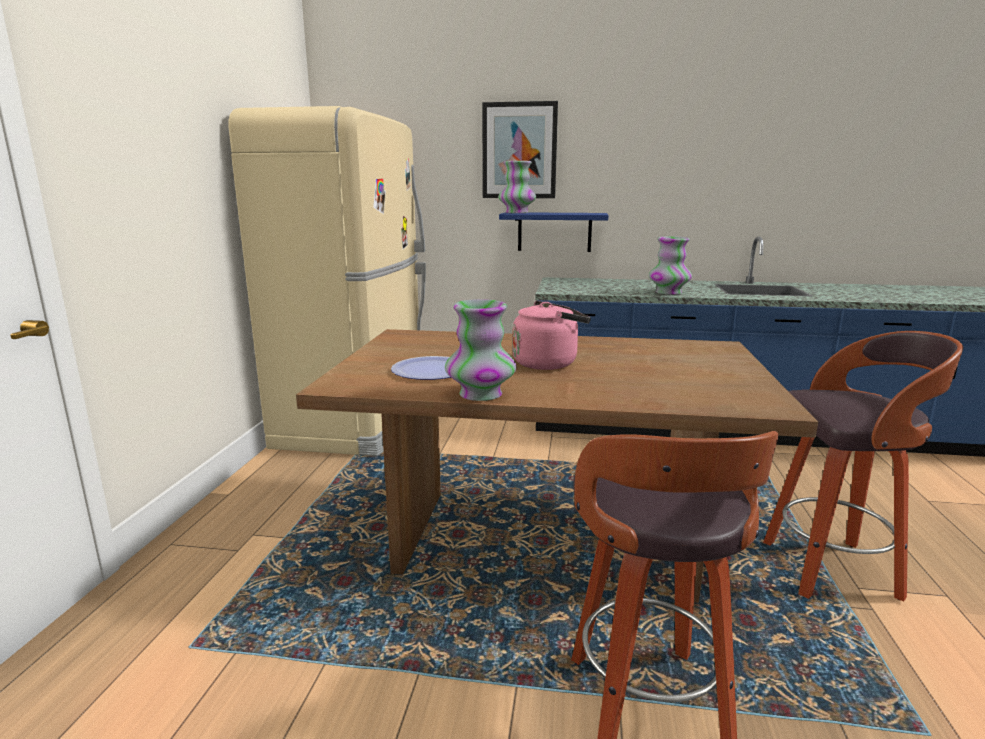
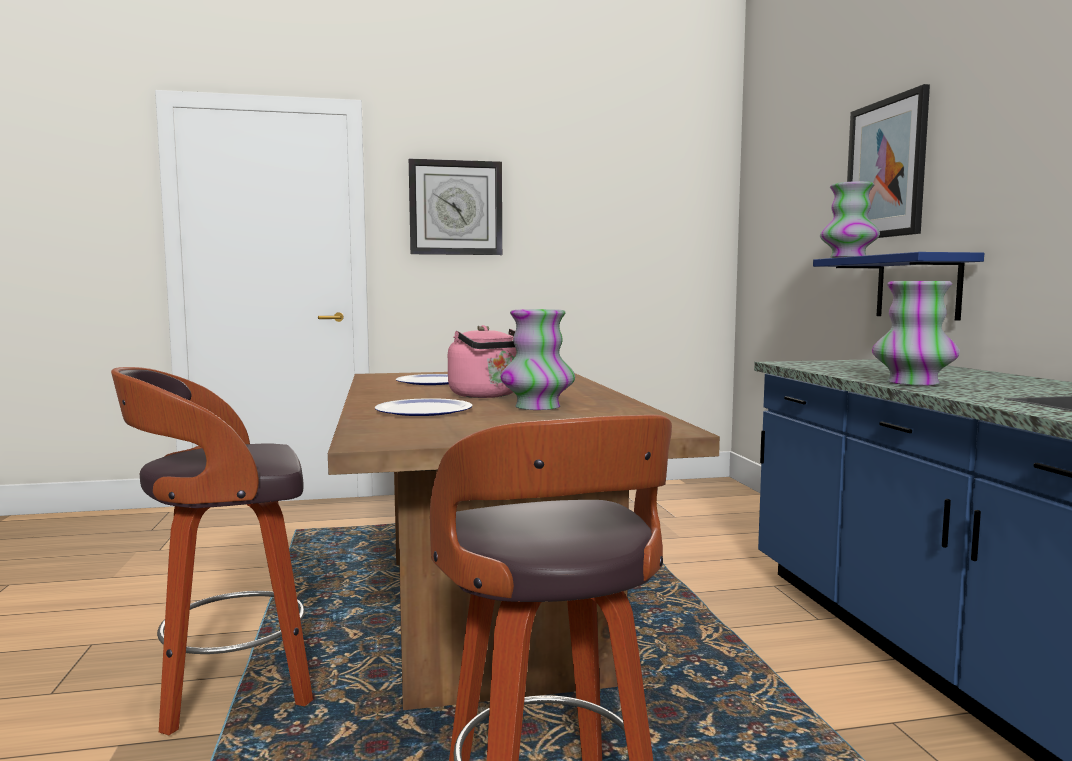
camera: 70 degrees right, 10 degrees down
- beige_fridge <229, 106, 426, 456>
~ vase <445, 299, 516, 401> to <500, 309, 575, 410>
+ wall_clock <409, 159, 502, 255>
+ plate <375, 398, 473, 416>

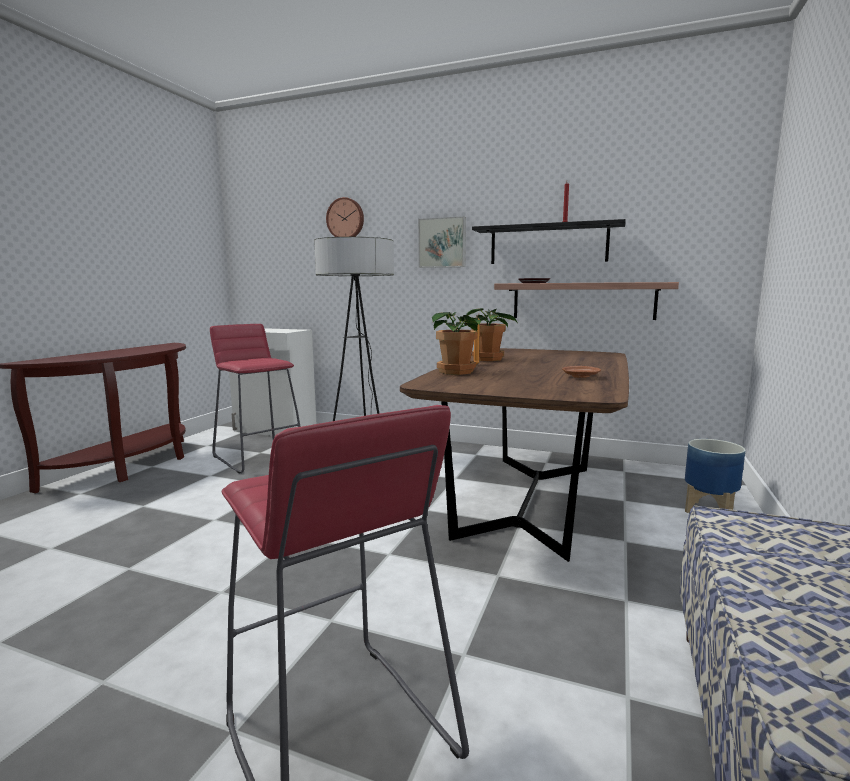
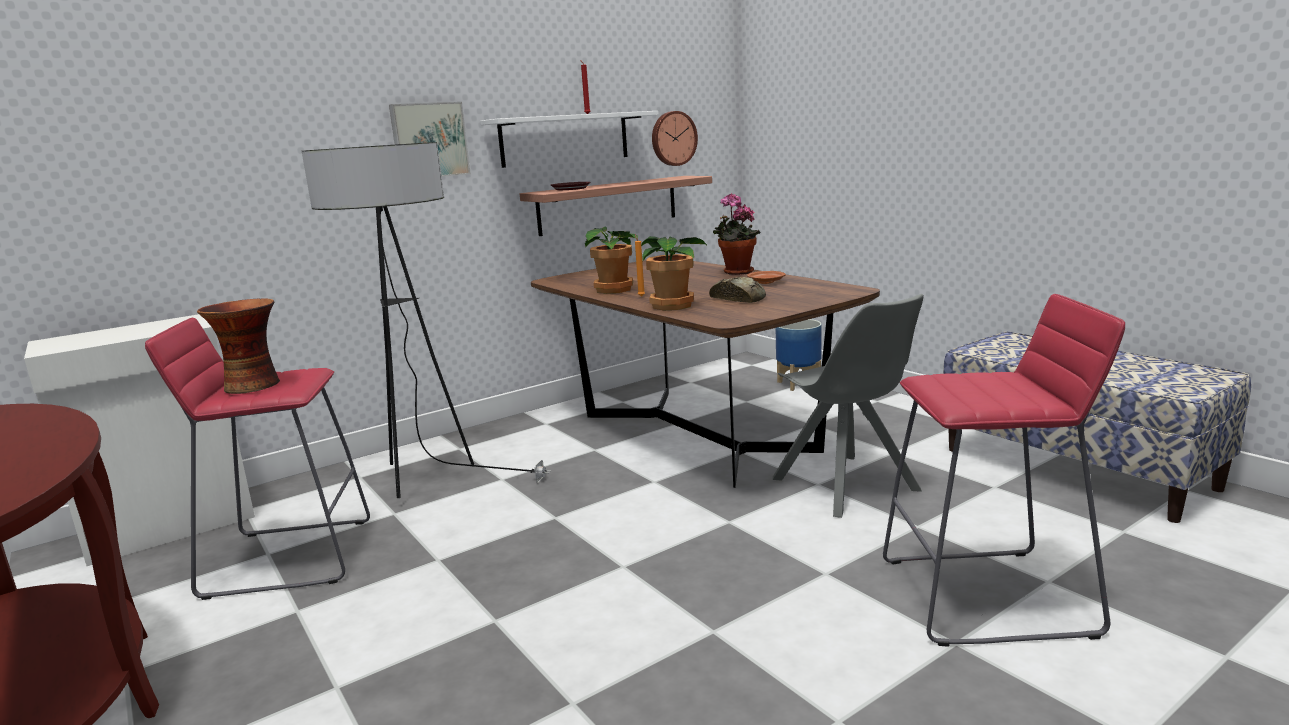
camera: 55 degrees left, 5 degrees up
~ wall_clock <326, 197, 364, 237> to <652, 111, 698, 166>
~ black_shelf <472, 219, 626, 264> to white_shelf <481, 111, 659, 168>
+ potted_plant <713, 193, 761, 275>
+ bread <709, 277, 766, 303>
+ grey_chair <773, 294, 924, 518>
+ vase <197, 298, 280, 394>

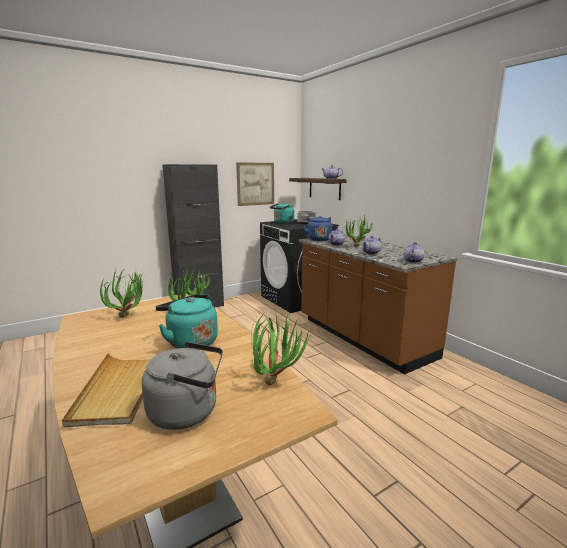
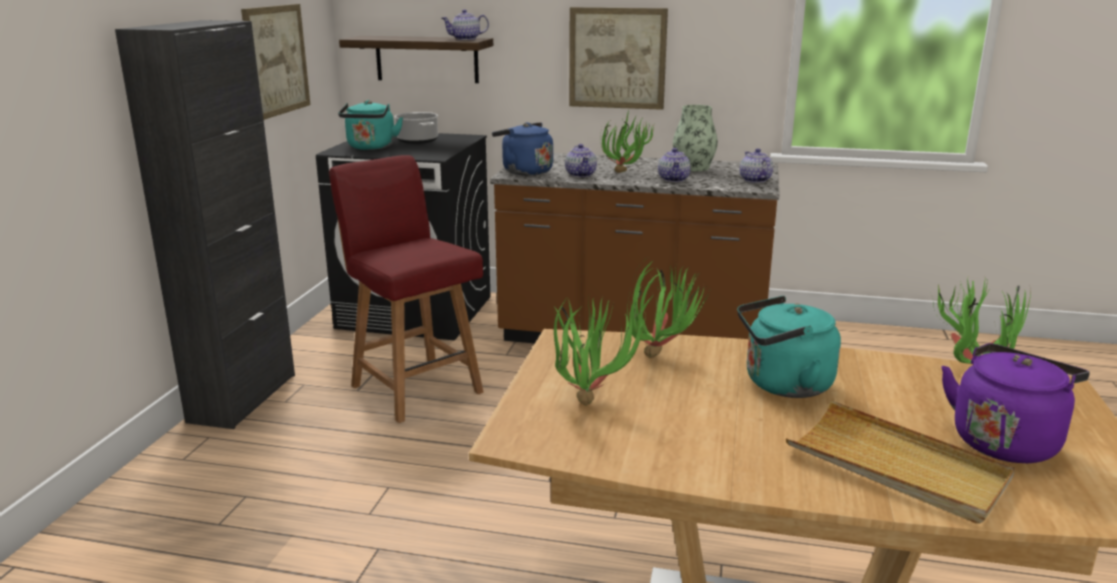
camera: 45 degrees left, 5 degrees up
~ grey_kettle <142, 342, 223, 430> to purple_kettle <941, 343, 1090, 463>
+ picture <569, 7, 668, 110>
+ vase <673, 105, 718, 171>
+ red_chair <329, 155, 483, 423>

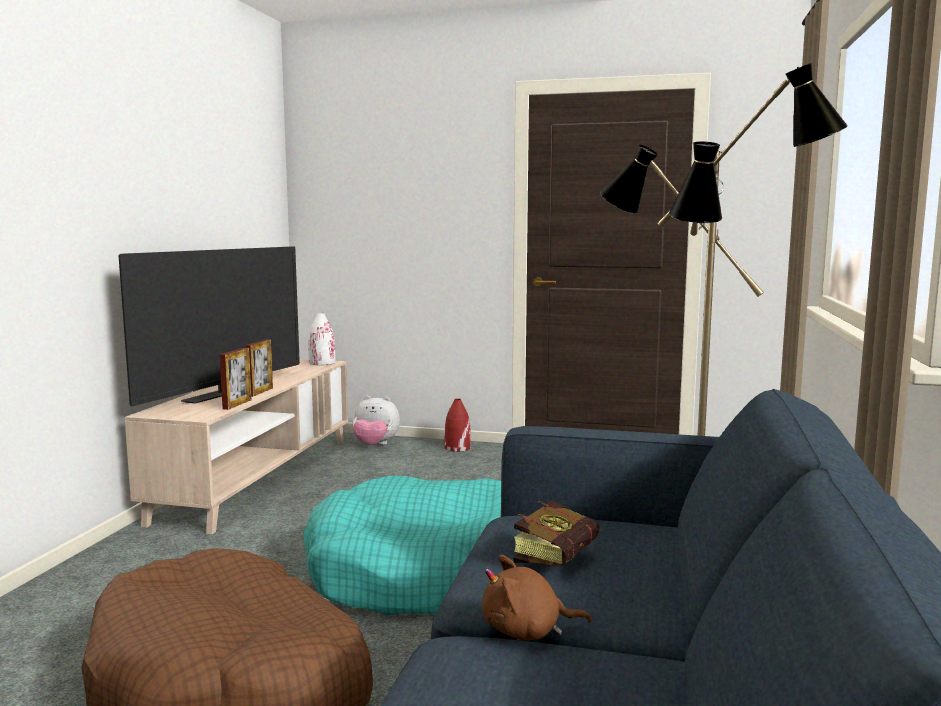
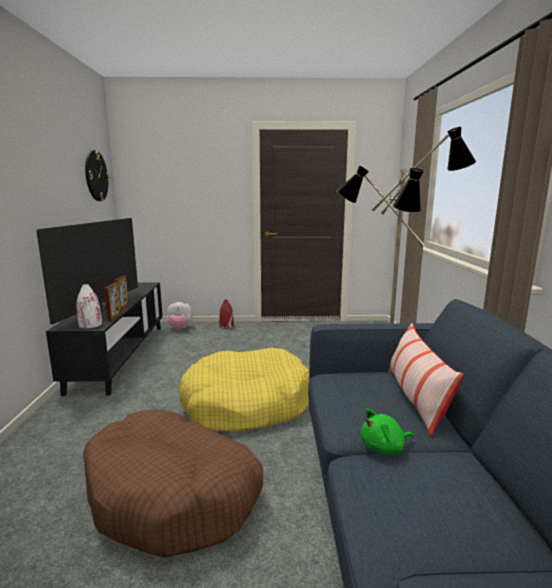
camera: 15 degrees left, 5 degrees up
~ white_vase <308, 313, 335, 365> to <76, 284, 102, 328>
~ beige_tv_stand <124, 359, 348, 535> to black_tv_stand <46, 282, 163, 396>
~ turquoise_dog_bed <303, 476, 501, 616> to yellow_dog_bed <178, 348, 309, 433>
- book <513, 500, 599, 567>
~ brown_plush_toy <482, 555, 591, 641> to green_plush_toy <360, 409, 414, 455>
+ wall_clock <85, 150, 110, 201>
+ pillow <389, 323, 464, 437>

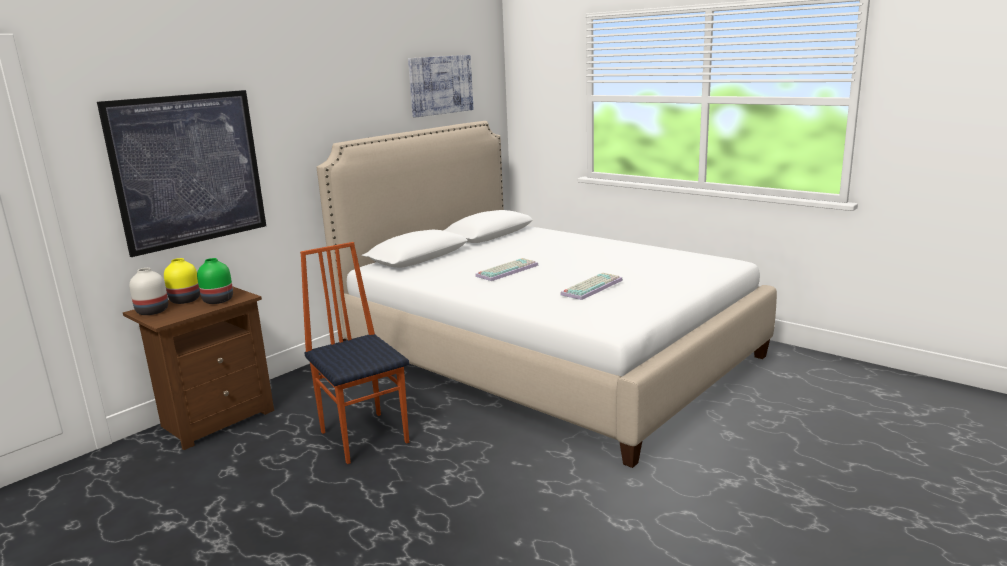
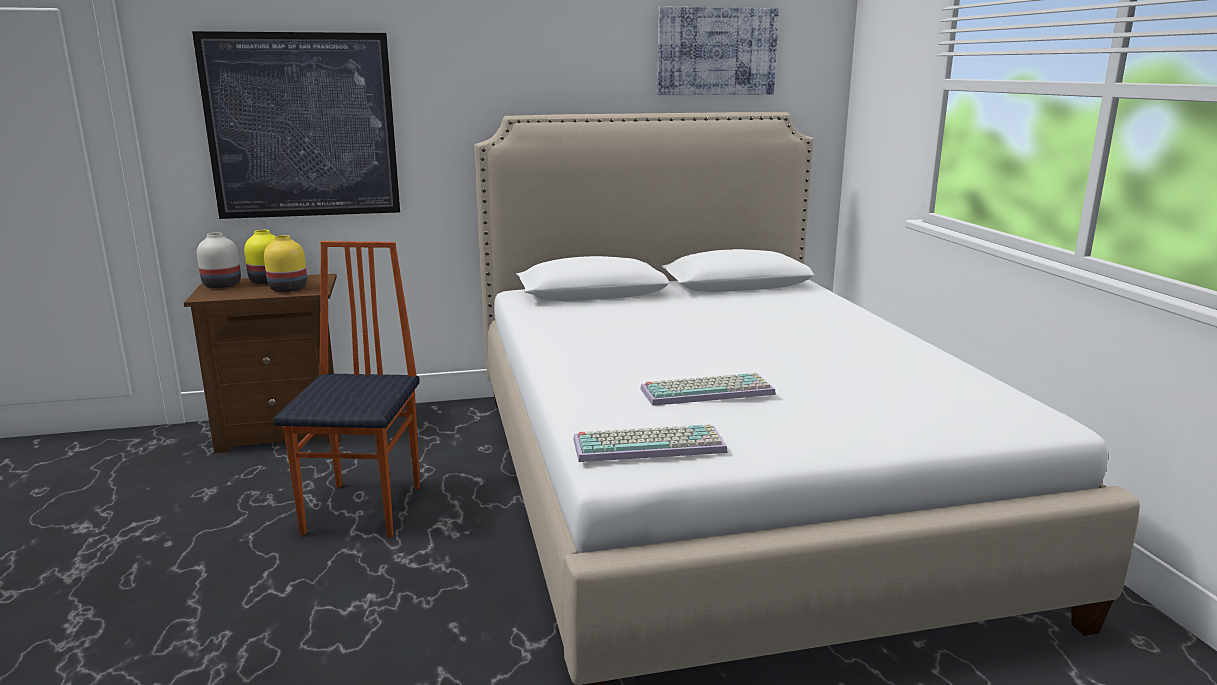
camera: 35 degrees right, 0 degrees up
~ green_vase <197, 258, 233, 304> to yellow_vase <264, 235, 307, 292>
~ keyboard <475, 258, 539, 281> to <573, 424, 728, 462>

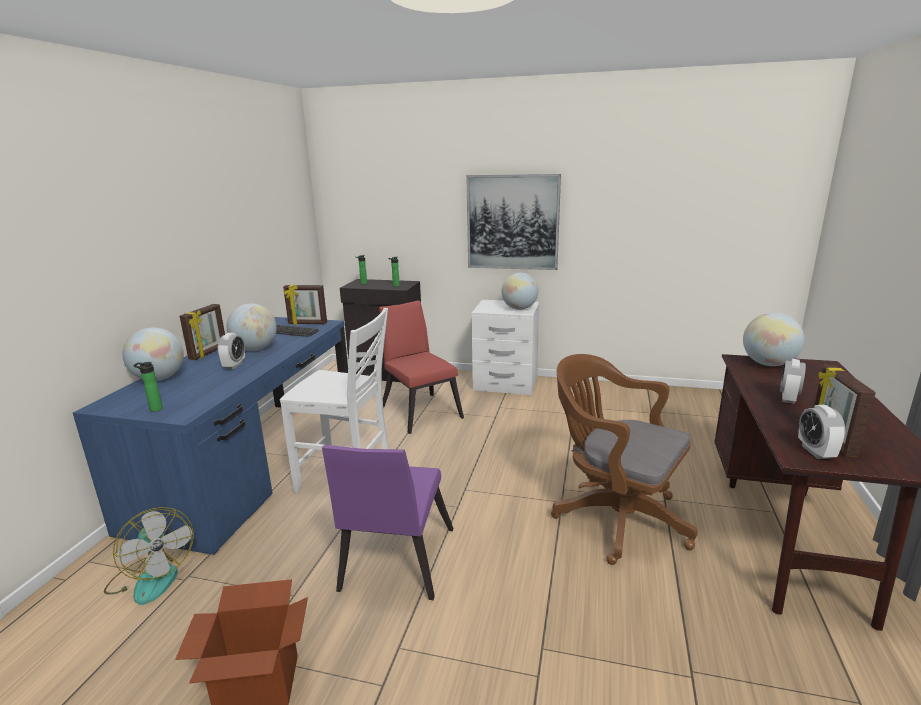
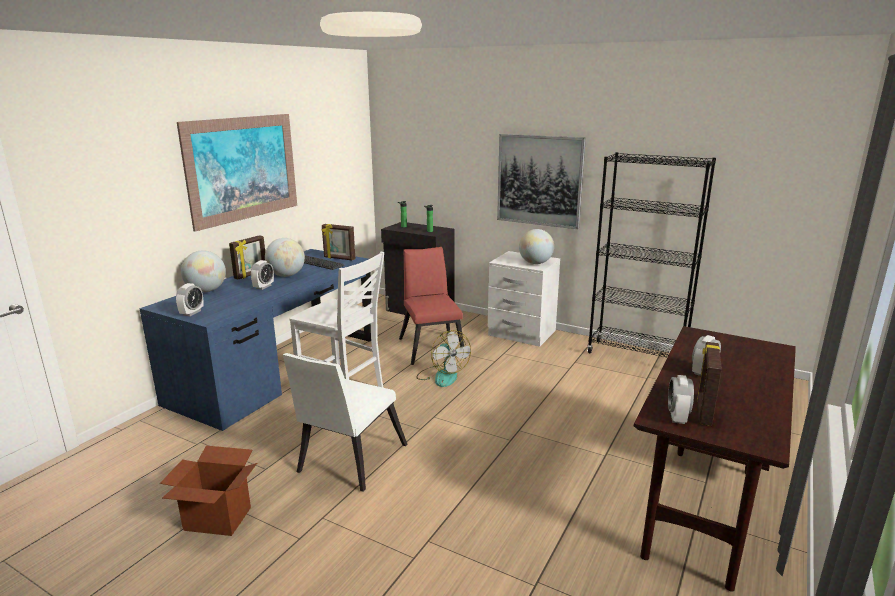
camera: 15 degrees right, 0 degrees up
- globe <743, 312, 805, 366>
- brown_office_chair <551, 354, 697, 565>
~ bottle <134, 362, 163, 412> to alarm_clock <176, 283, 204, 316>
~ purple_chair <322, 445, 453, 600> to white_chair <283, 353, 407, 492>
~ fan <104, 507, 194, 605> to <416, 330, 471, 387>
+ picture <177, 114, 297, 232>
+ black_bookcase <587, 152, 716, 357>

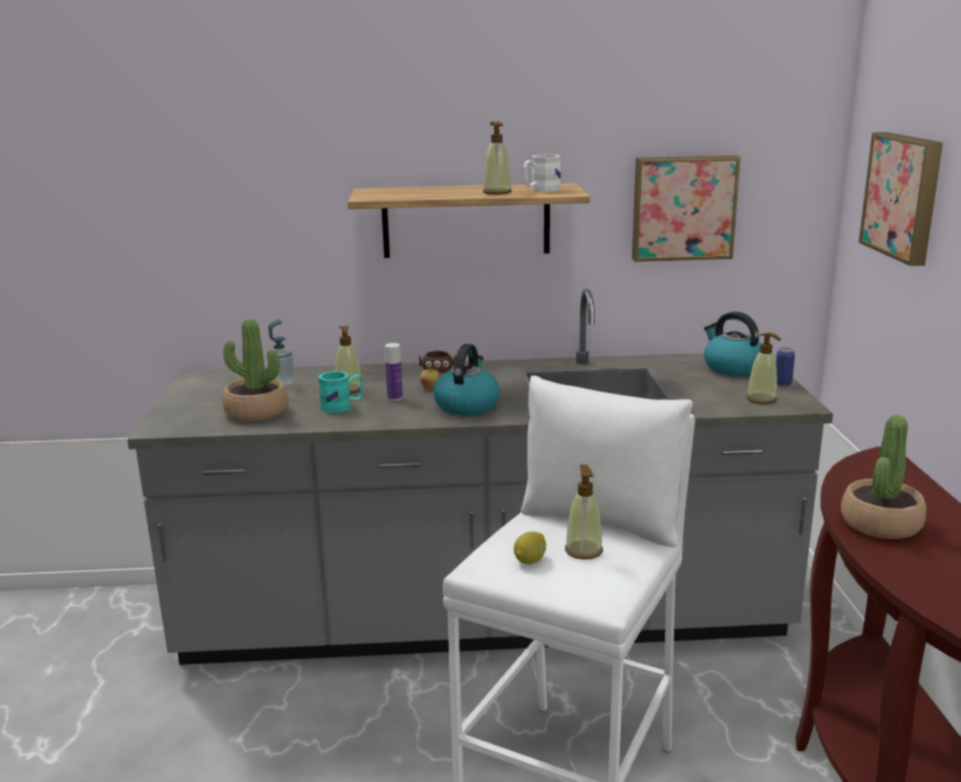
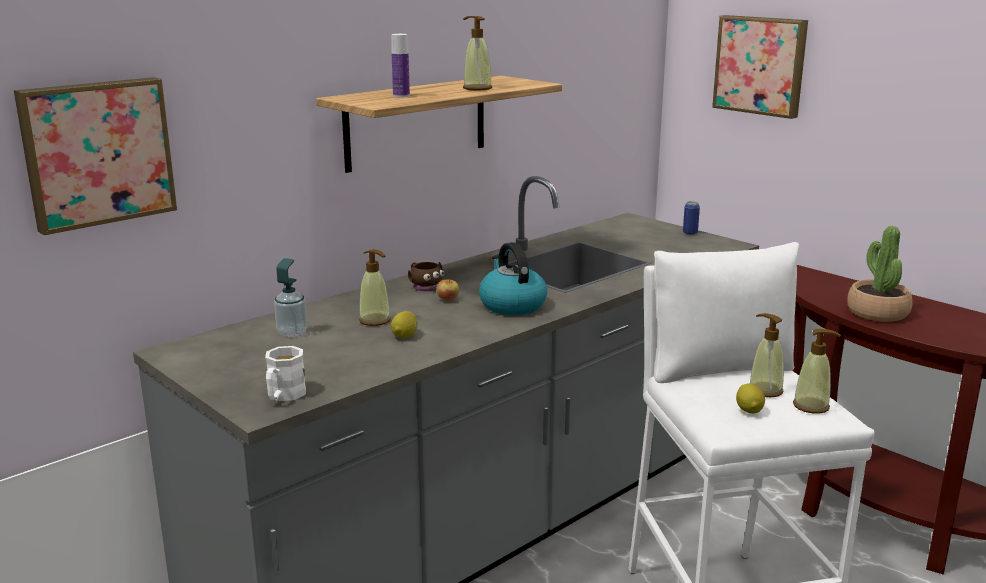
camera: 40 degrees left, 0 degrees up
~ white_mug <523, 154, 561, 192> to <265, 346, 306, 401>
~ picture <632, 155, 740, 262> to <14, 77, 177, 235>
- kettle <704, 312, 761, 376>
- potted_plant <222, 319, 288, 422>
~ soap_dispenser <746, 332, 781, 404> to <793, 329, 841, 414>
~ bottle <385, 343, 403, 401> to <391, 34, 410, 97>
~ turquoise_mug <318, 371, 363, 413> to lemon <391, 311, 418, 339>

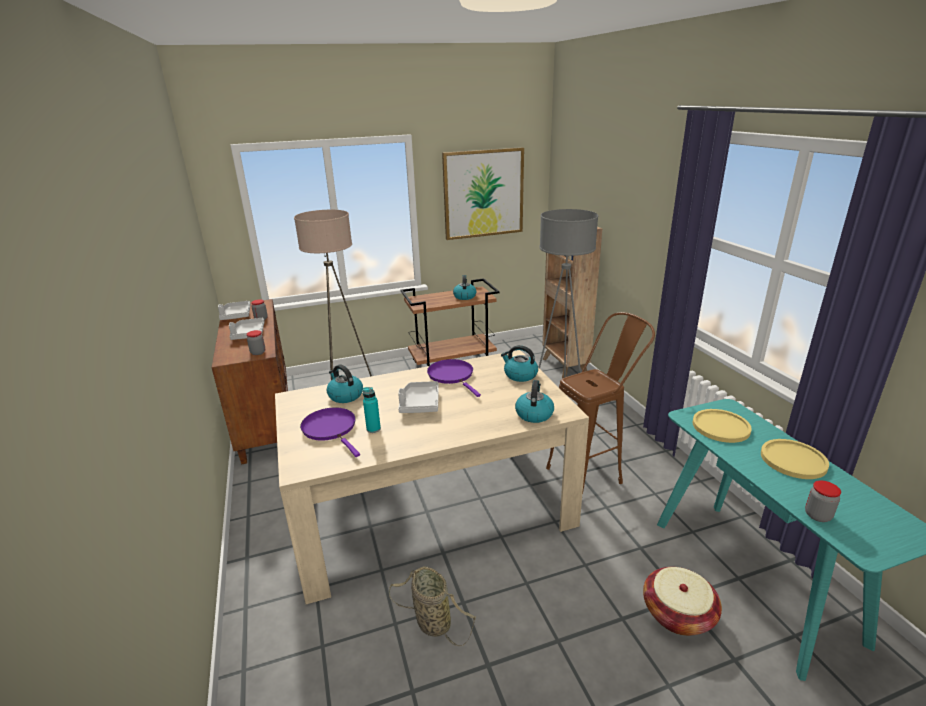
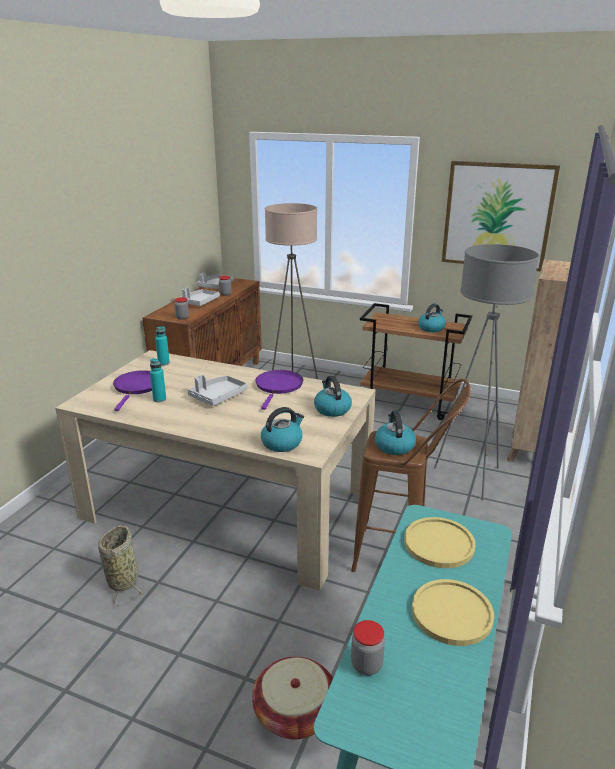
camera: 40 degrees right, 0 degrees up
~ kettle <327, 364, 363, 403> to <375, 410, 416, 455>
+ turquoise_bottle <155, 326, 170, 365>

